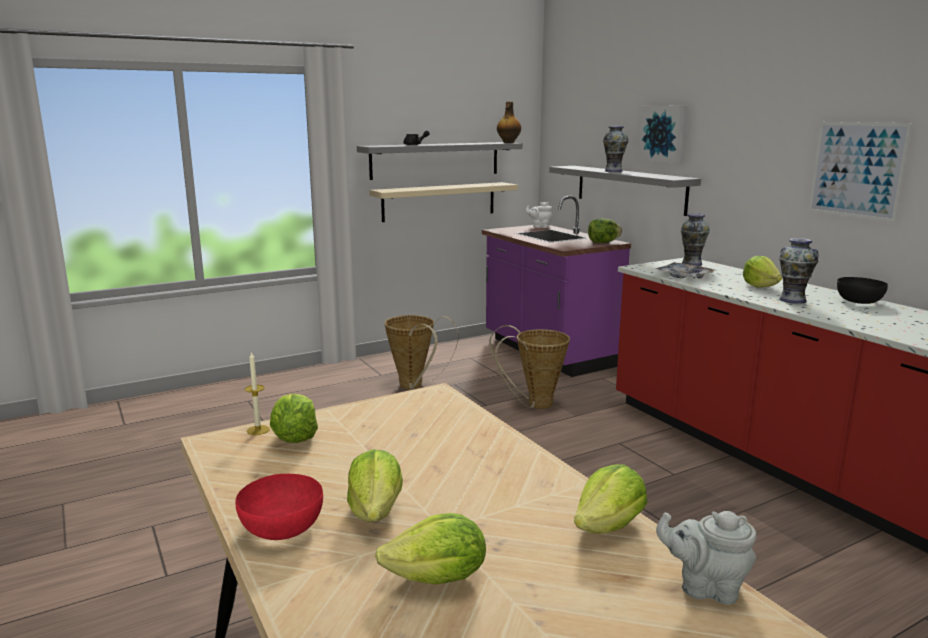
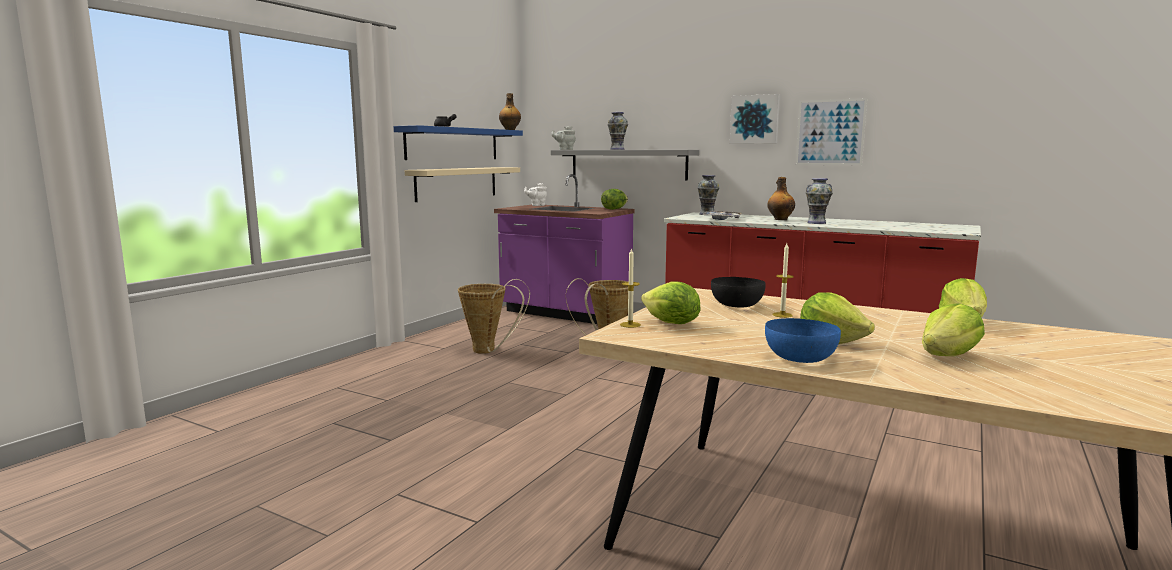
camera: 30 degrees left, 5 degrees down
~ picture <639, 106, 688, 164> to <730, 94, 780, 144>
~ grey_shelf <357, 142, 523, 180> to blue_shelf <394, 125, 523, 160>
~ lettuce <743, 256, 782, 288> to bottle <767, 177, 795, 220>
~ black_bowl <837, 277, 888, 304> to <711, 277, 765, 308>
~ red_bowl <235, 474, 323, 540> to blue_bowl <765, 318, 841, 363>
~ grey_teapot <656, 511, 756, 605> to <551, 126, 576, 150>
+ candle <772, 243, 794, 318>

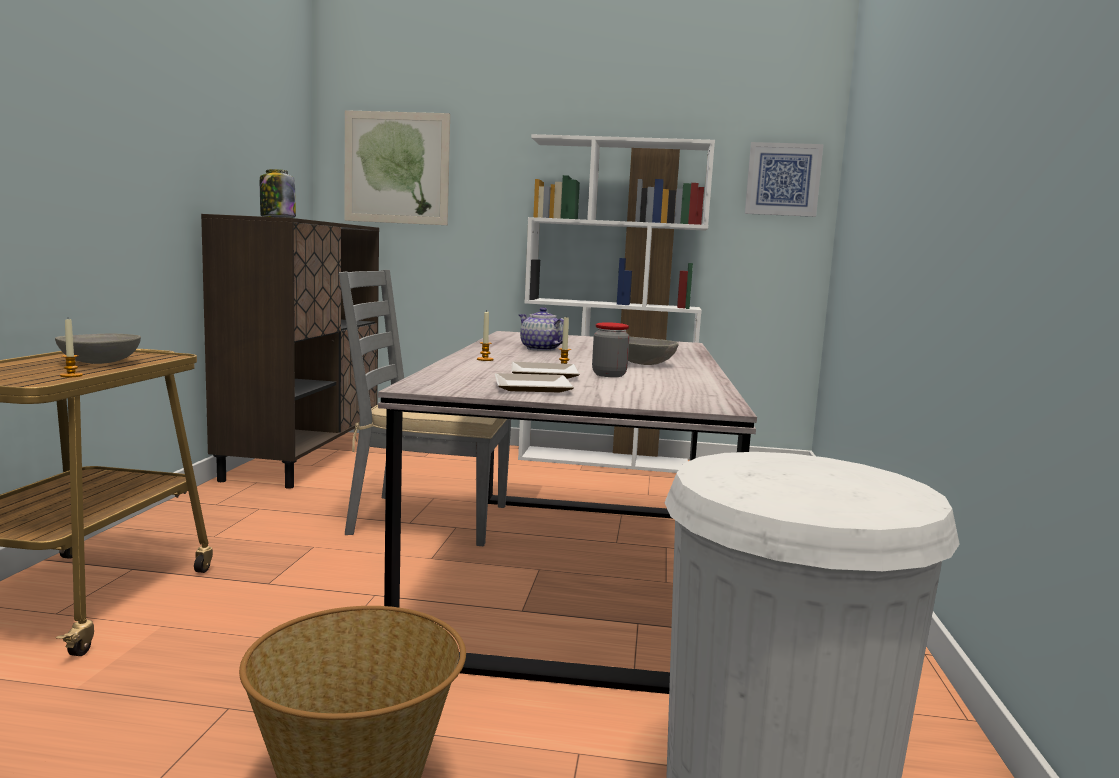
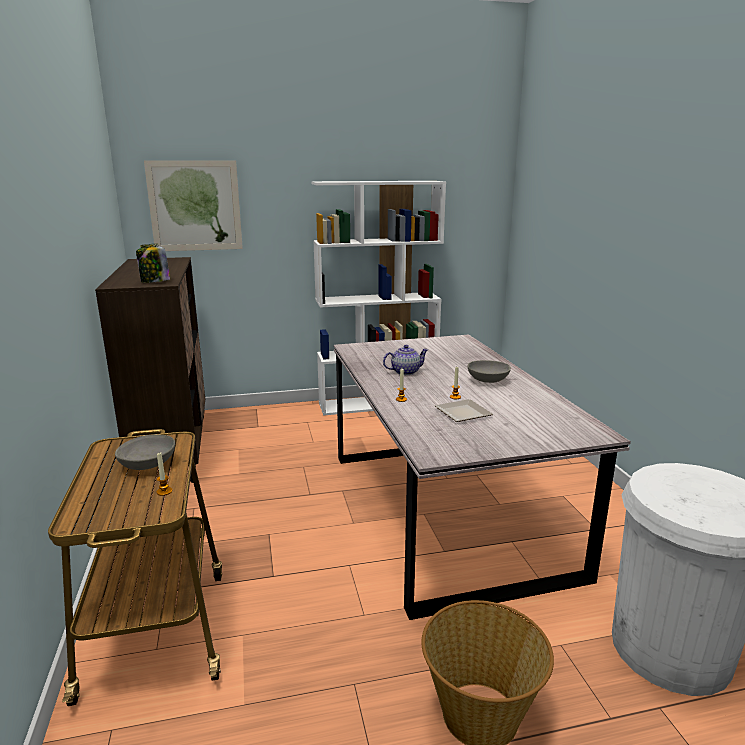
camera: 20 degrees left, 10 degrees up
- picture <745, 142, 824, 217>
- grey_chair <339, 270, 511, 546>
~ teapot <519, 307, 564, 351> = <383, 345, 429, 375> 135 degrees clockwise
- jar <592, 322, 630, 377>
- plate <495, 373, 574, 393>

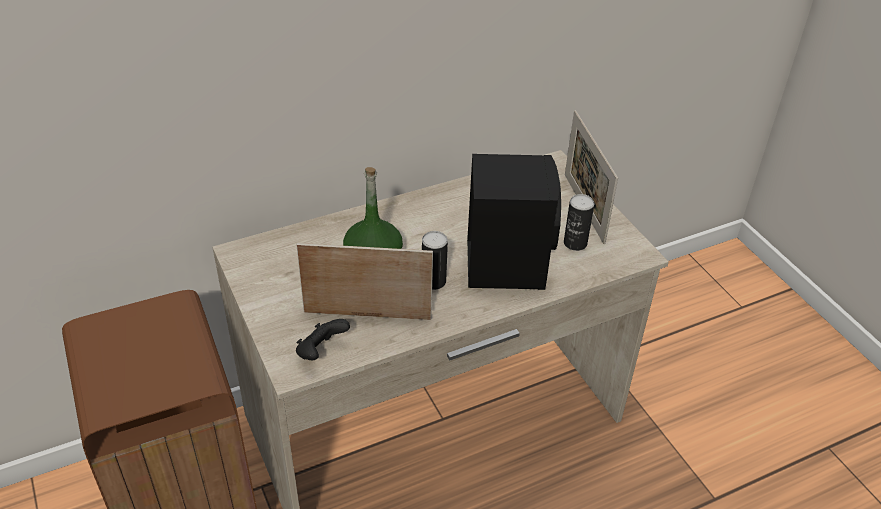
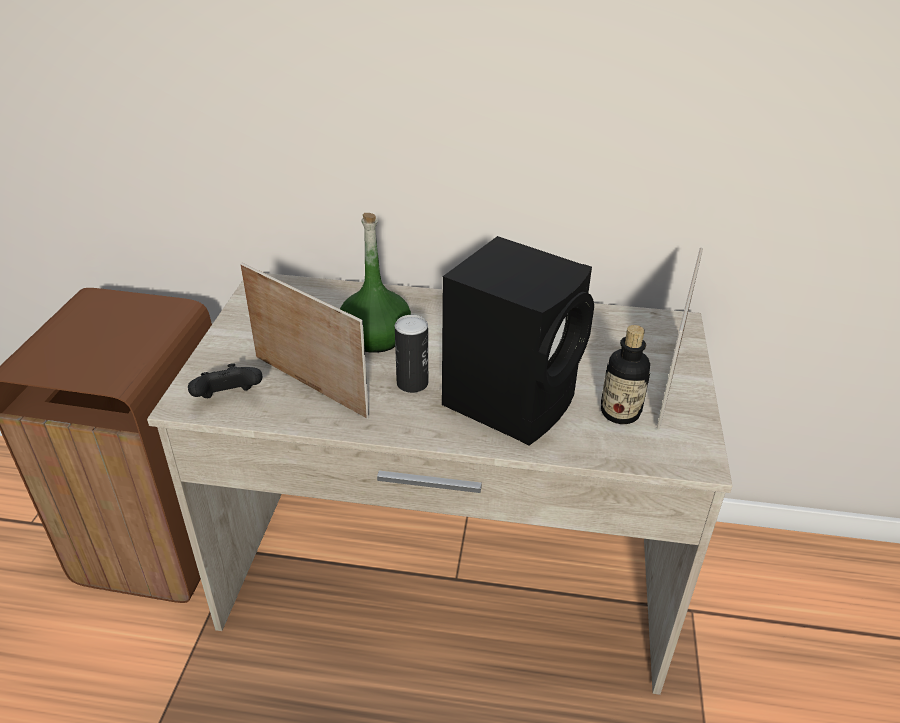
camera: 35 degrees right, 5 degrees down
~ can <564, 194, 594, 251> to bottle <601, 325, 650, 424>

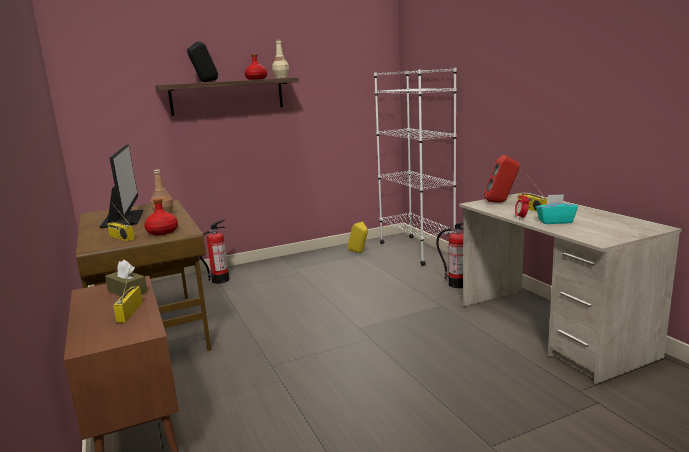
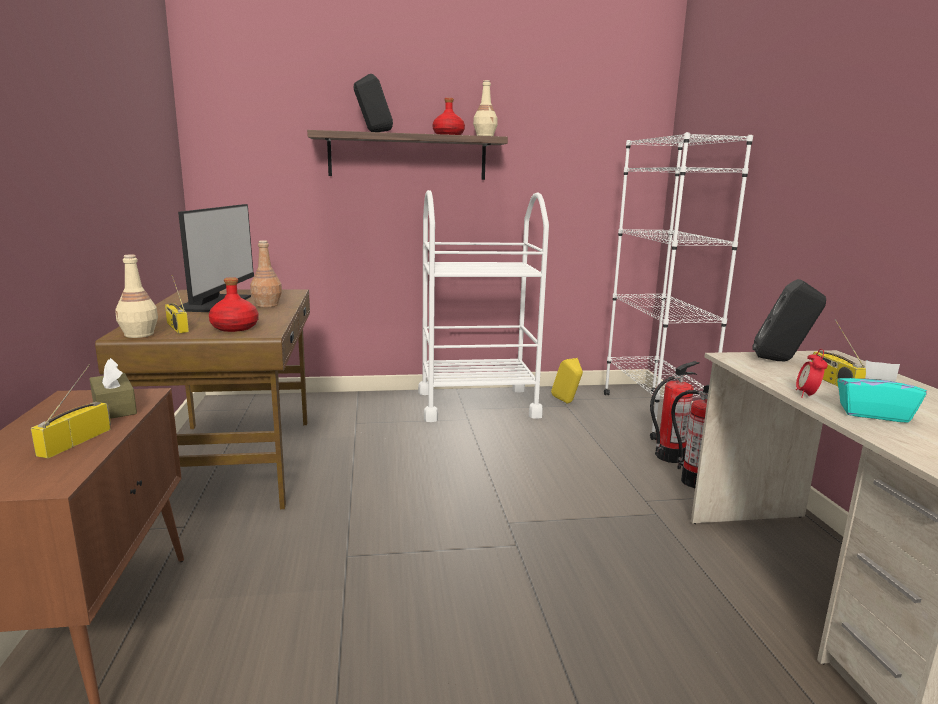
camera: 15 degrees right, 0 degrees up
~ red_speaker <484, 155, 520, 203> to black_speaker <752, 279, 826, 361>
~ fire_extinguisher <199, 219, 229, 284> to <650, 361, 700, 463>
+ white_cart <418, 190, 549, 422>
+ beige_bottle <115, 255, 158, 338>

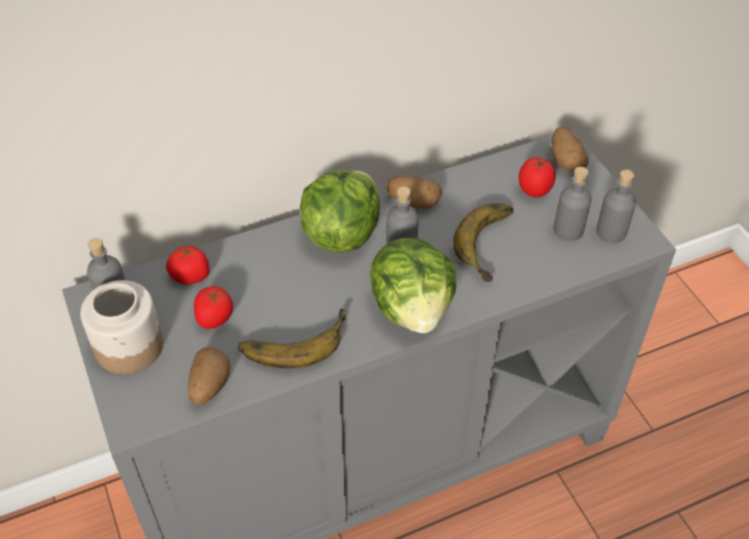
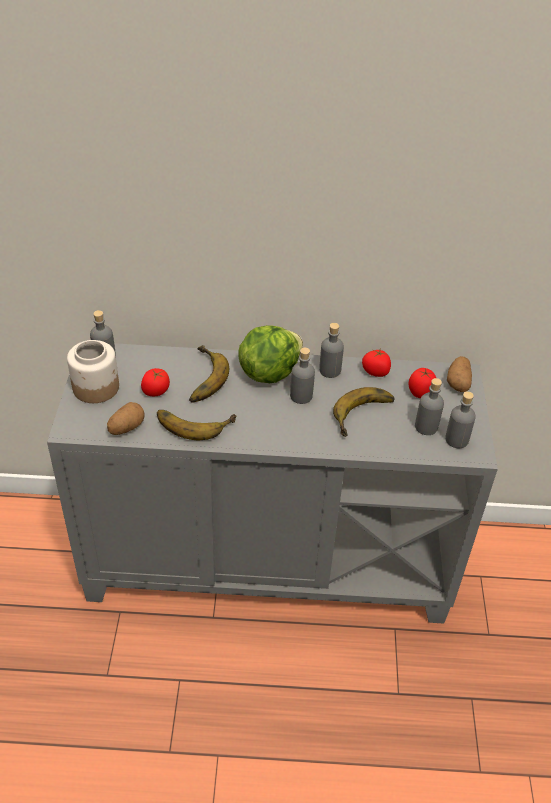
camera: 25 degrees right, 5 degrees down
~ potato <386, 176, 442, 209> to grey_bottle <319, 323, 344, 378>
- lettuce <370, 238, 456, 333>
~ tomato <166, 245, 209, 284> to <362, 349, 391, 377>
+ banana <189, 345, 229, 403>

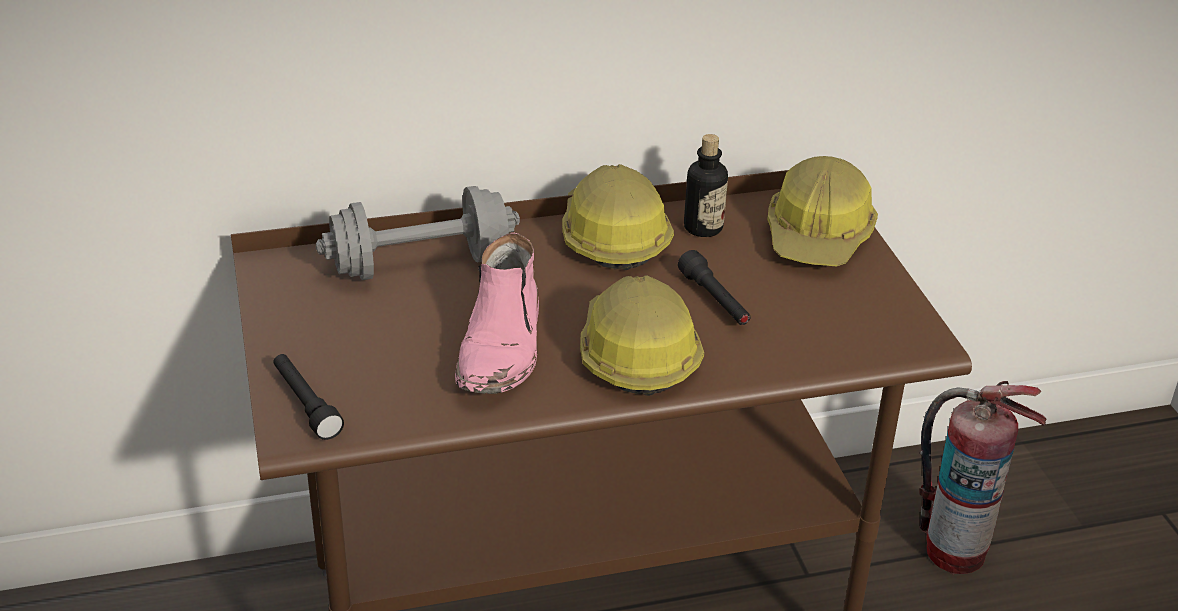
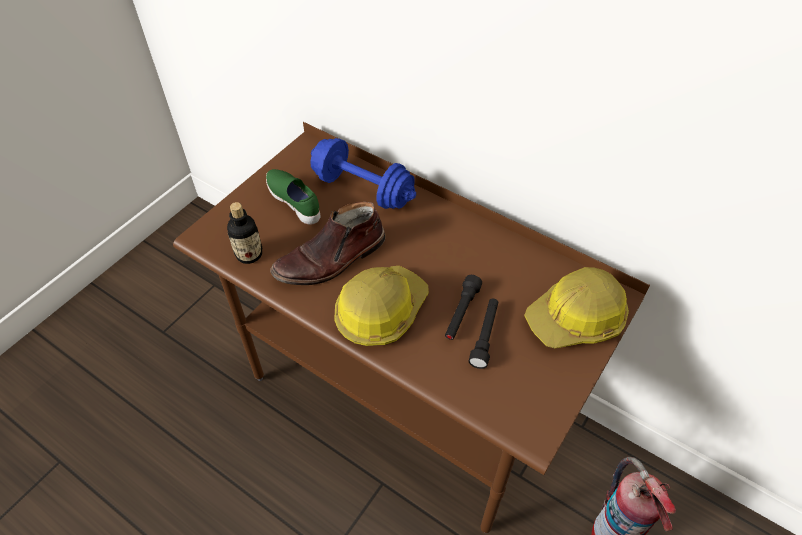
camera: 50 degrees right, 15 degrees up
~ bottle <684, 134, 728, 237> to <227, 202, 262, 264>
- hard_hat <562, 164, 674, 270>
~ grey_dumbbell <316, 186, 520, 280> to blue_dumbbell <310, 138, 416, 209>
~ pink_boot <455, 233, 539, 394> to brown_boot <270, 202, 385, 285>
~ black_flashlight <273, 354, 344, 440> to <469, 299, 498, 369>
+ green_shoe <266, 169, 321, 225>

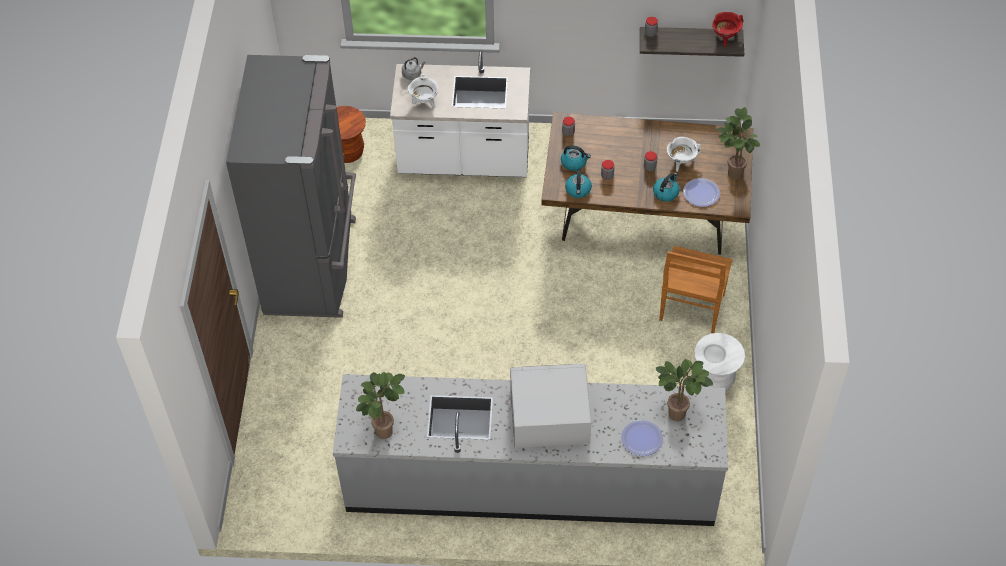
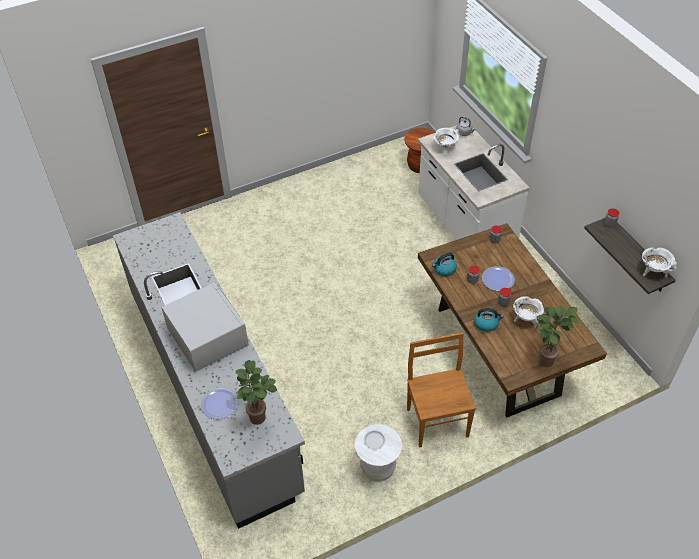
camera: 60 degrees right, 5 degrees down
~ red_cooking_pot <712, 12, 744, 47> to white_cooking_pot <642, 247, 677, 278>
- grey_fridge <226, 55, 356, 318>
- kettle <561, 145, 591, 171>
~ plate <683, 178, 720, 207> to <482, 266, 515, 291>
~ brown_chair <659, 246, 733, 333> = <407, 332, 476, 448> 90 degrees clockwise
- potted_plant <356, 372, 405, 439>

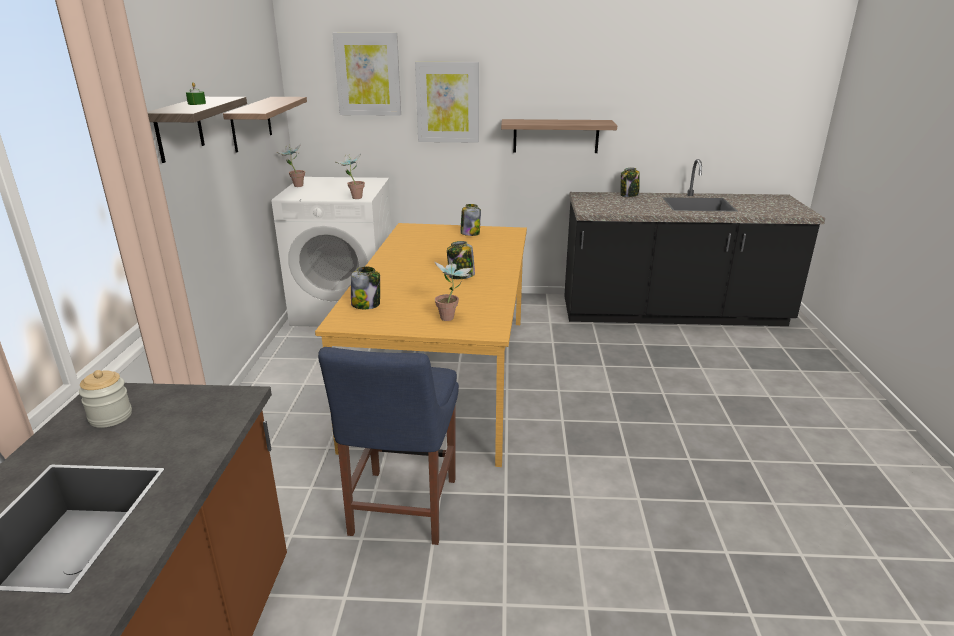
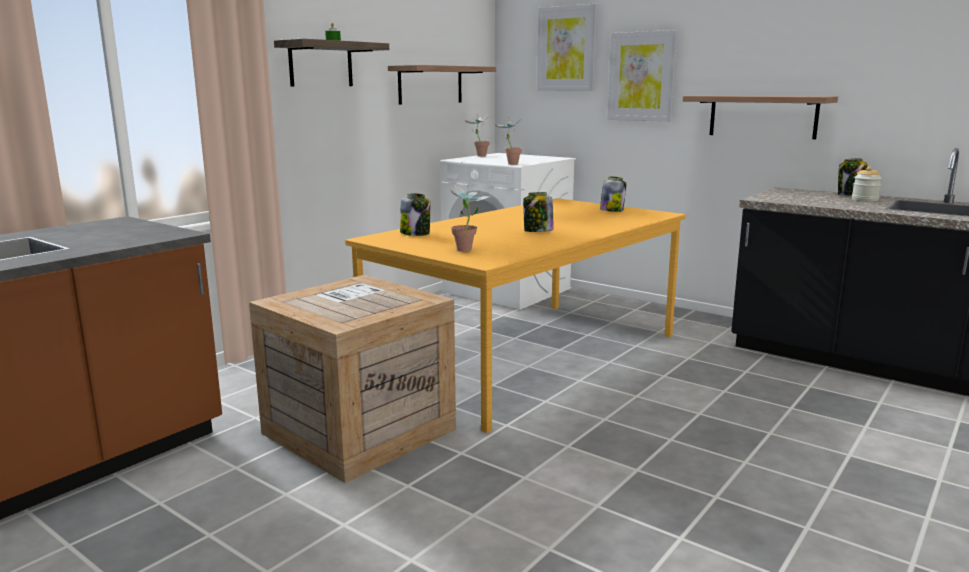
camera: 35 degrees right, 10 degrees down
~ blue_chair <318, 347, 459, 545> to crate <249, 275, 456, 483>
~ jar <79, 370, 132, 428> to <852, 166, 882, 202>

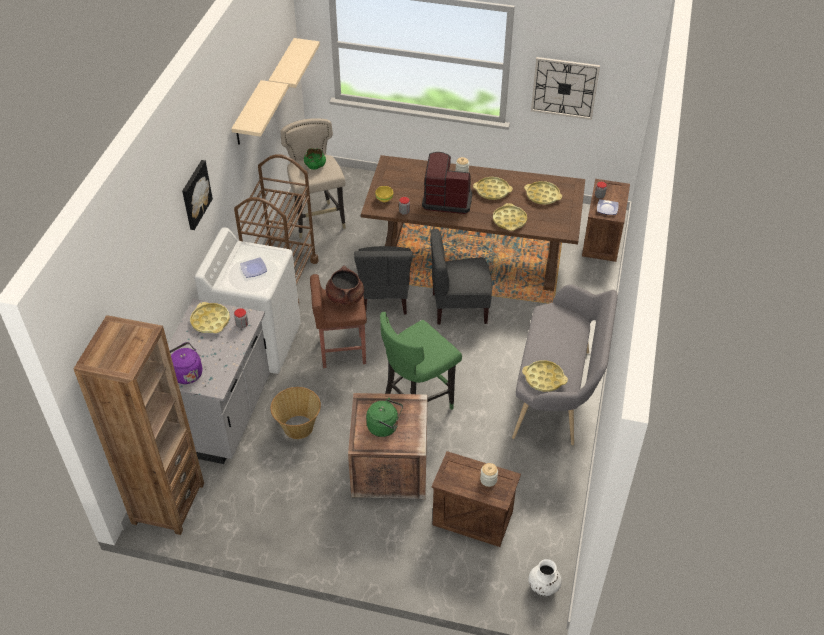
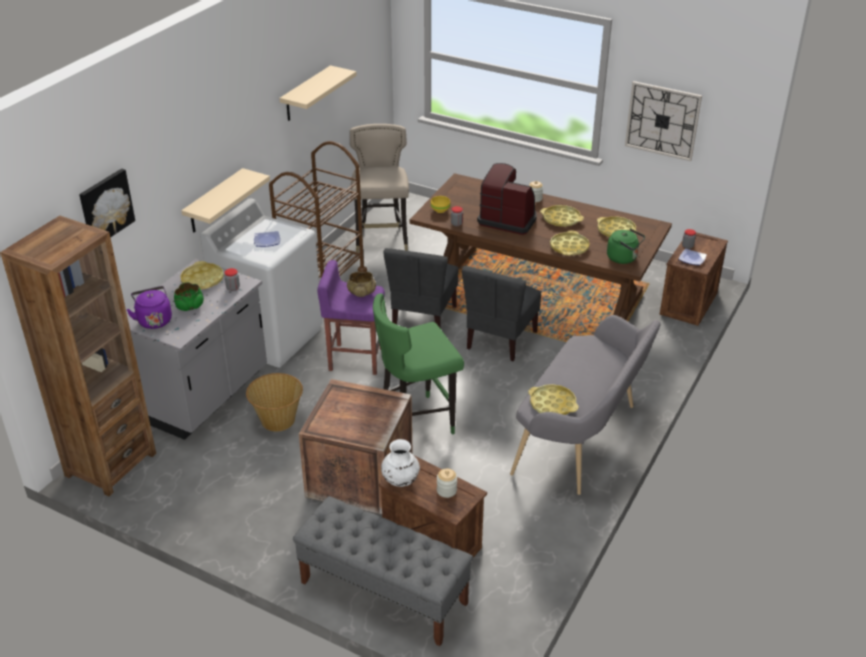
camera: 15 degrees right, 10 degrees down
~ beige_shelf <268, 38, 320, 88> to <181, 168, 270, 232>
~ green_bowl <304, 148, 326, 170> to <174, 282, 204, 311>
~ picture <182, 160, 213, 230> to <79, 169, 135, 238>
~ grey_chair <430, 229, 492, 325> = <462, 266, 541, 361> 75 degrees counterclockwise
~ brown_cooking_pot <326, 265, 364, 307> to beige_bowl <347, 272, 376, 297>
~ brown_stool <310, 274, 367, 368> to purple_stool <317, 260, 385, 375>
~ green_kettle <366, 398, 403, 437> to <607, 228, 645, 264>
~ white_vase <528, 559, 562, 596> to <381, 439, 420, 487>
+ grey_bench <293, 496, 473, 646>

